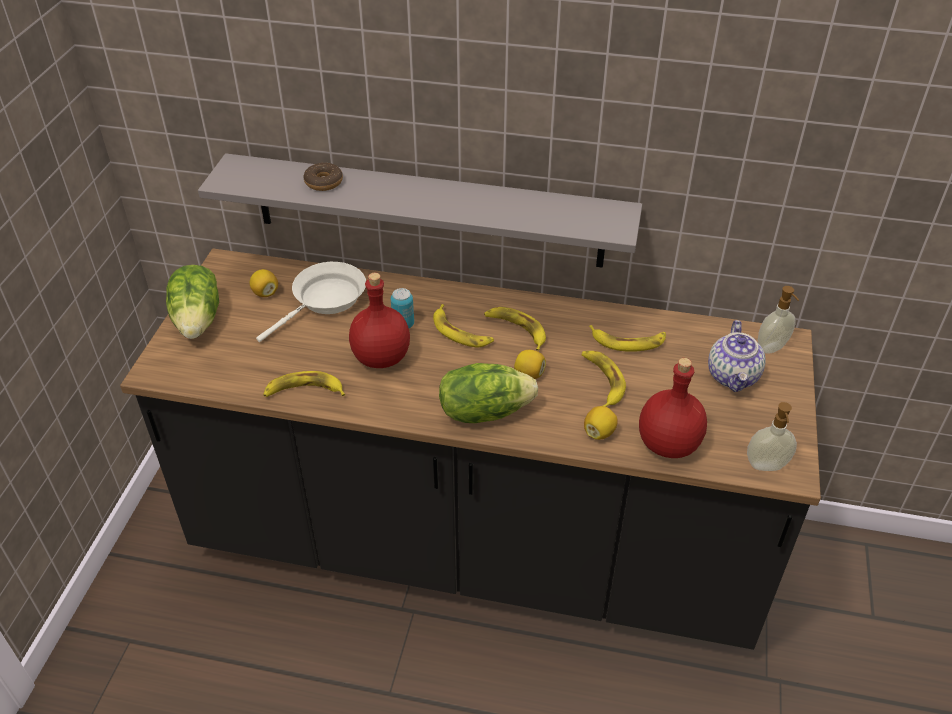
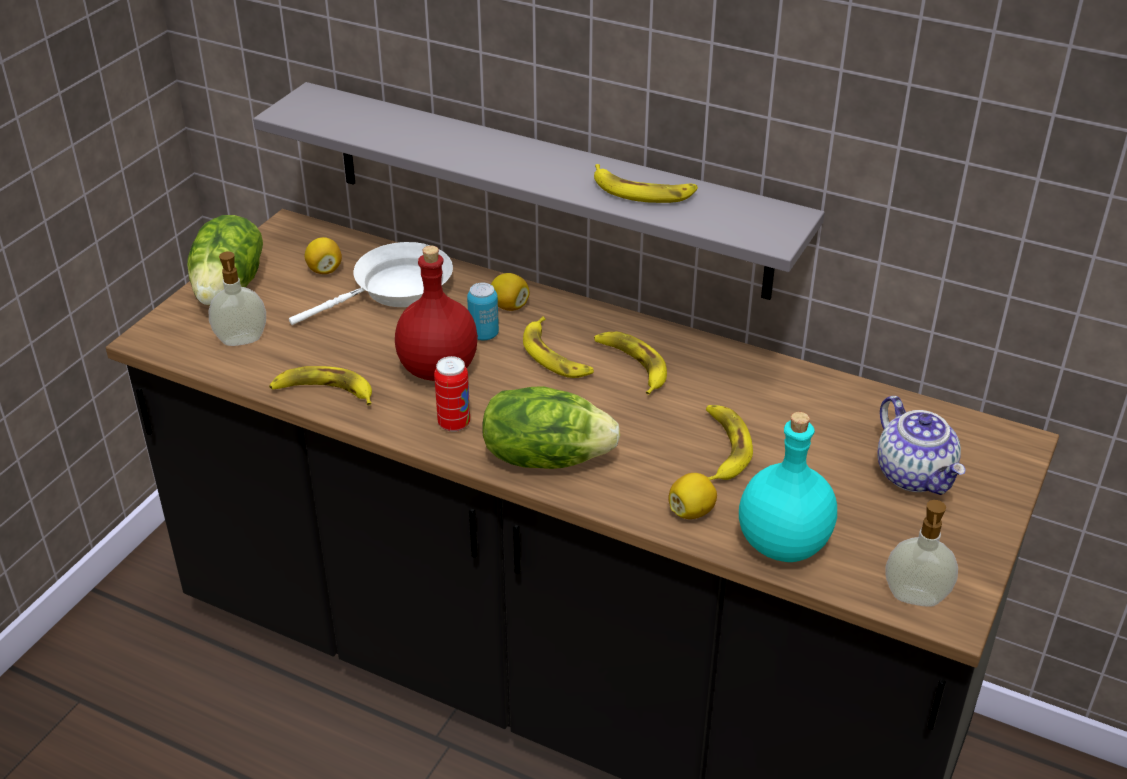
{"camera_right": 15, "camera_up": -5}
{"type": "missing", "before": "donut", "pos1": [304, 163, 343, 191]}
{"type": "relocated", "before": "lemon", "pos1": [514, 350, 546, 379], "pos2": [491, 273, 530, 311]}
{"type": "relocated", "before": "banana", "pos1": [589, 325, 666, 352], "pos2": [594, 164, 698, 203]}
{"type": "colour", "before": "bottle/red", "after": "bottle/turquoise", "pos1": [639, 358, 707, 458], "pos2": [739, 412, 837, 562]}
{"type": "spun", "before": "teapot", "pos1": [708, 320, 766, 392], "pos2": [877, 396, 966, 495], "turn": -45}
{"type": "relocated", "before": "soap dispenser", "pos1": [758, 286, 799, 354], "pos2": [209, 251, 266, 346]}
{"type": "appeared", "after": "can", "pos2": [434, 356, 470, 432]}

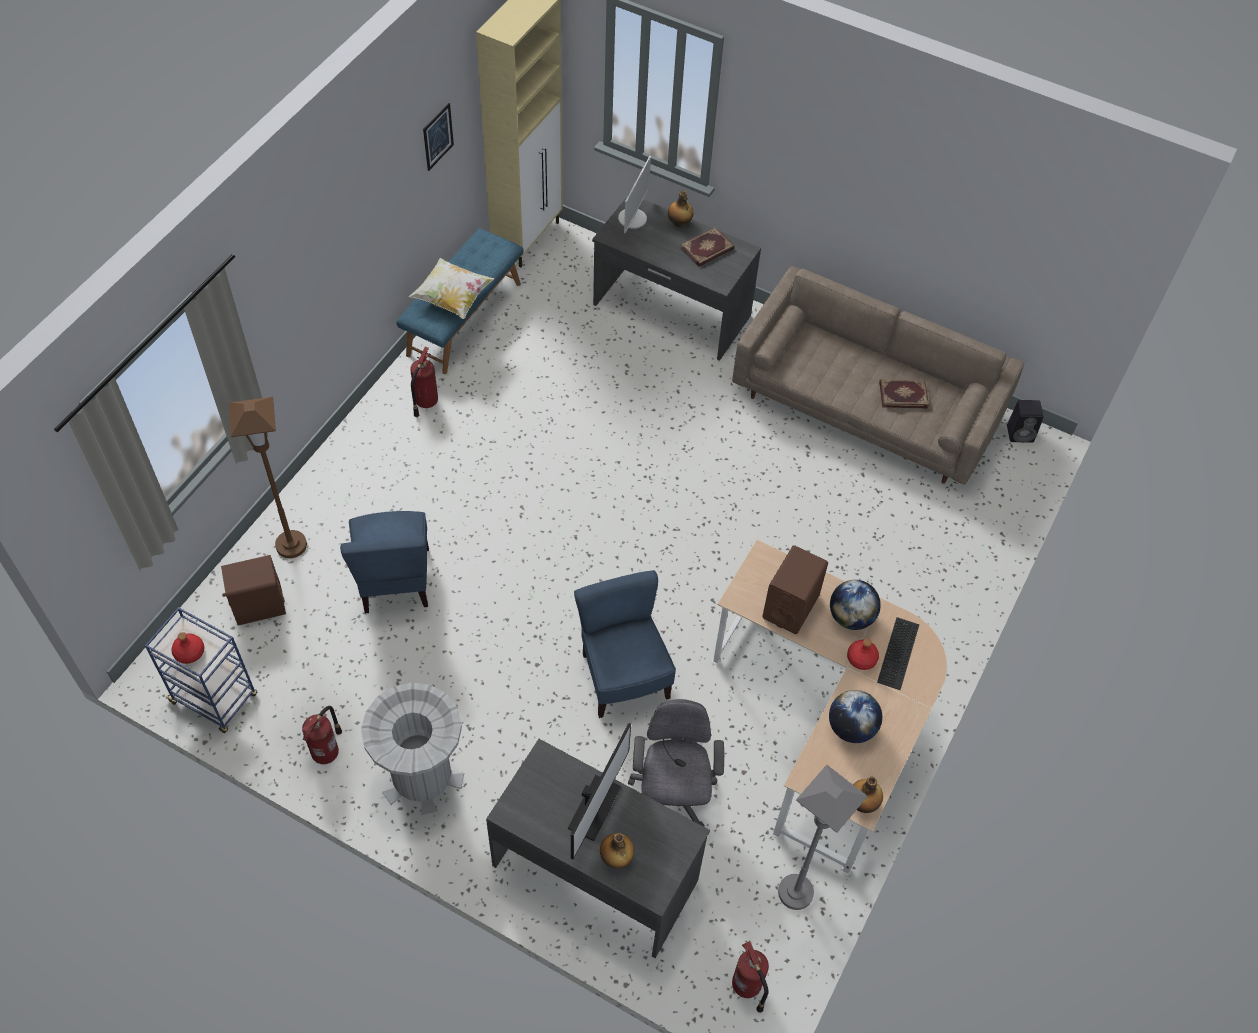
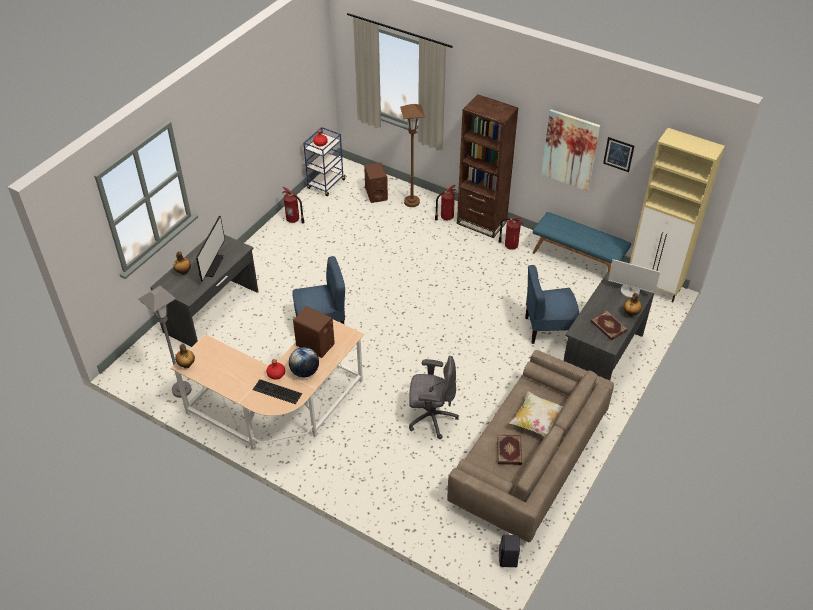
{"camera_right": 95, "camera_up": -10}
{"type": "relocated", "before": "chair/blue", "pos1": [340, 511, 429, 613], "pos2": [525, 265, 579, 344]}
{"type": "missing", "before": "trash can/grey", "pos1": [361, 682, 464, 816]}
{"type": "relocated", "before": "pillow", "pos1": [409, 258, 494, 319], "pos2": [509, 391, 563, 437]}
{"type": "spun", "before": "monitor", "pos1": [568, 723, 631, 860], "pos2": [196, 215, 225, 281], "turn": -105}
{"type": "relocated", "before": "office chair/grey", "pos1": [628, 699, 724, 827], "pos2": [409, 356, 459, 439]}
{"type": "relocated", "before": "fire extinguisher", "pos1": [732, 941, 769, 1013], "pos2": [435, 185, 456, 221]}
{"type": "missing", "before": "globe", "pos1": [829, 690, 882, 743]}
{"type": "appeared", "after": "bookcase/brown", "pos2": [457, 95, 519, 238]}
{"type": "appeared", "after": "picture", "pos2": [541, 109, 600, 191]}

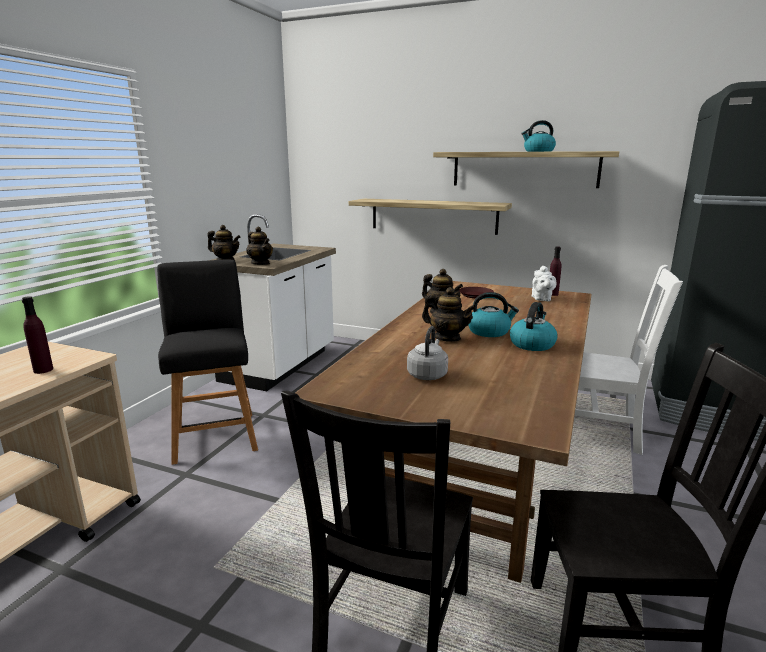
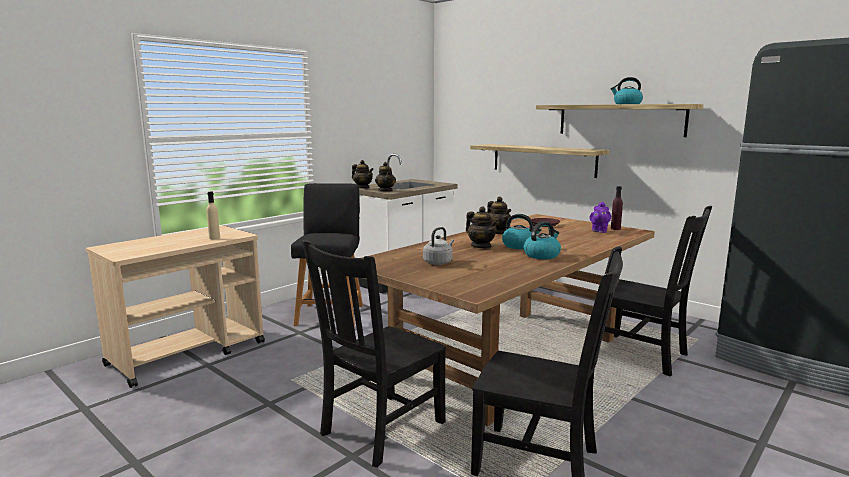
{"camera_right": 20, "camera_up": -5}
{"type": "colour", "before": "bottle/purple", "after": "bottle/beige", "pos1": [22, 296, 53, 374], "pos2": [207, 192, 220, 239]}
{"type": "colour", "before": "teapot/white", "after": "teapot/purple", "pos1": [532, 265, 557, 301], "pos2": [590, 202, 611, 233]}
{"type": "colour", "before": "chair/white", "after": "chair/black", "pos1": [575, 265, 683, 455], "pos2": [596, 206, 712, 377]}

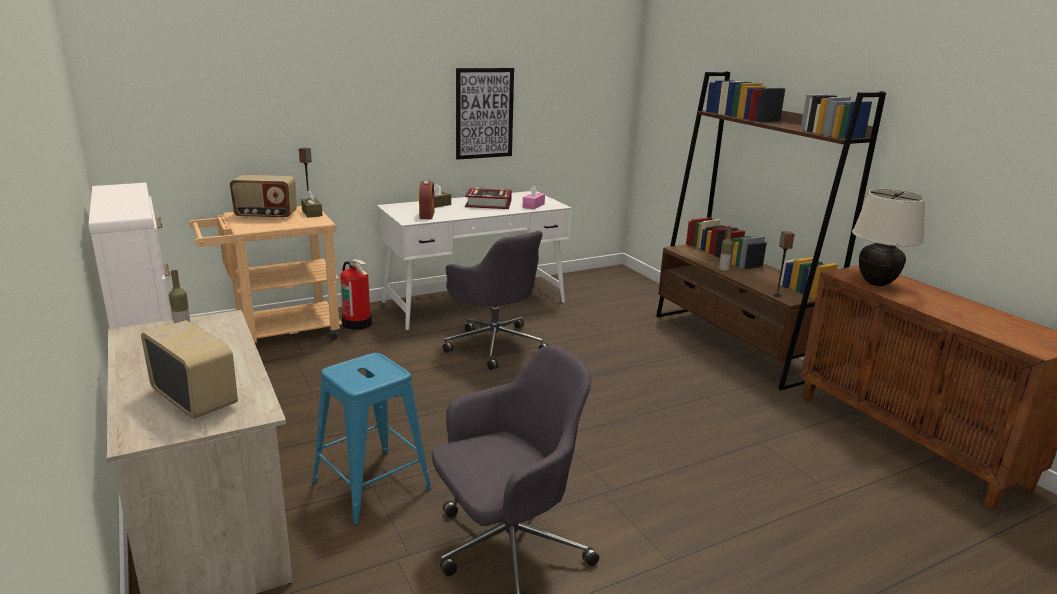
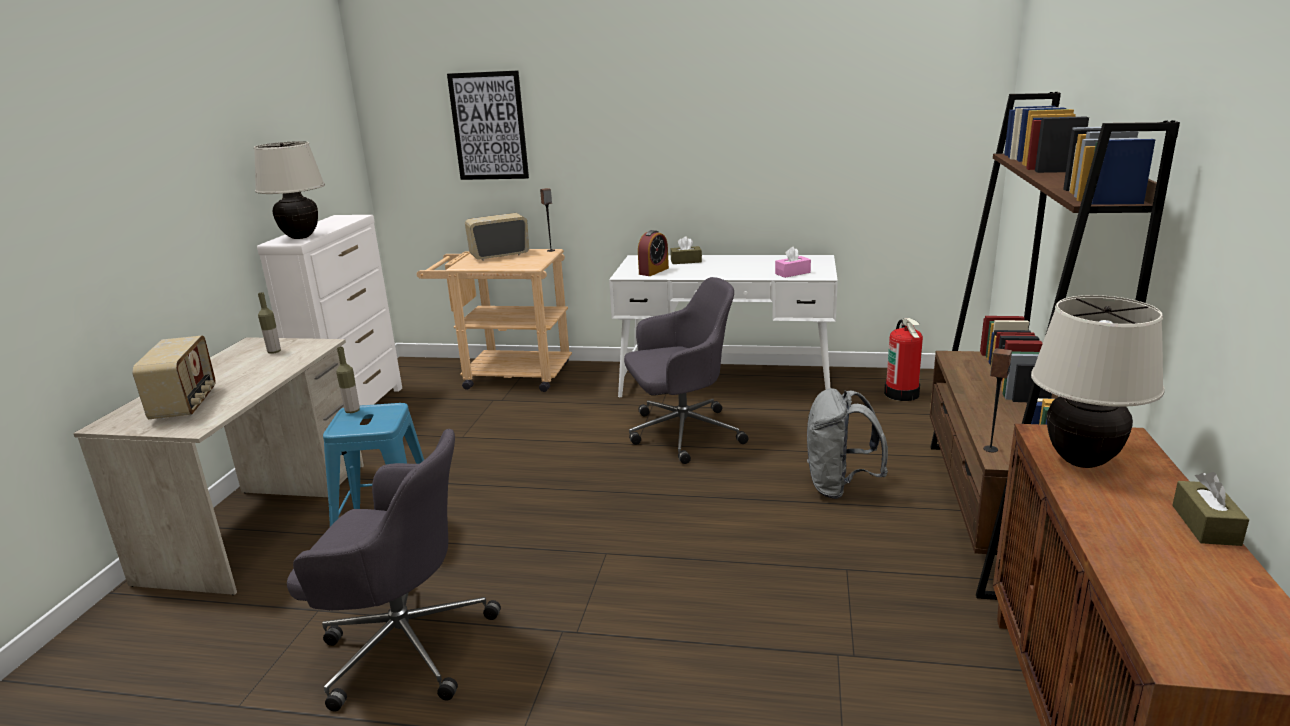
{"camera_right": 40, "camera_up": 0}
{"type": "spun", "before": "radio", "pos1": [230, 175, 297, 219], "pos2": [465, 213, 529, 261], "turn": 120}
{"type": "relocated", "before": "tissue box/brown", "pos1": [301, 190, 323, 217], "pos2": [1172, 472, 1249, 546]}
{"type": "relocated", "before": "fire extinguisher", "pos1": [340, 259, 372, 330], "pos2": [884, 318, 923, 401]}
{"type": "spun", "before": "office chair/grey", "pos1": [443, 230, 549, 370], "pos2": [624, 277, 749, 464], "turn": -105}
{"type": "relocated", "before": "picture", "pos1": [456, 68, 514, 160], "pos2": [447, 70, 529, 180]}
{"type": "missing", "before": "book", "pos1": [465, 188, 512, 209]}
{"type": "relocated", "before": "bottle", "pos1": [719, 227, 733, 272], "pos2": [336, 347, 360, 413]}
{"type": "appeared", "after": "table lamp/beige", "pos2": [254, 141, 325, 239]}
{"type": "appeared", "after": "backpack/grey", "pos2": [807, 388, 888, 499]}

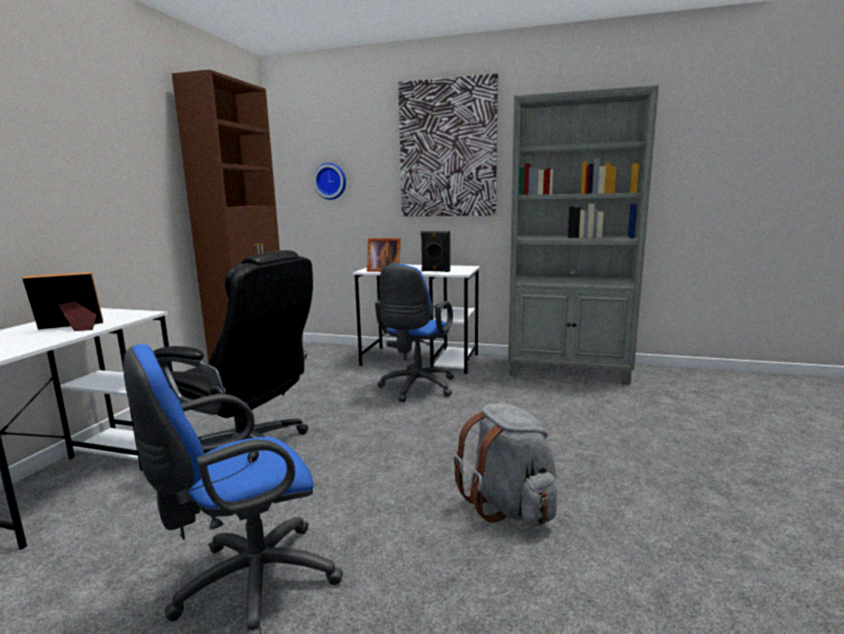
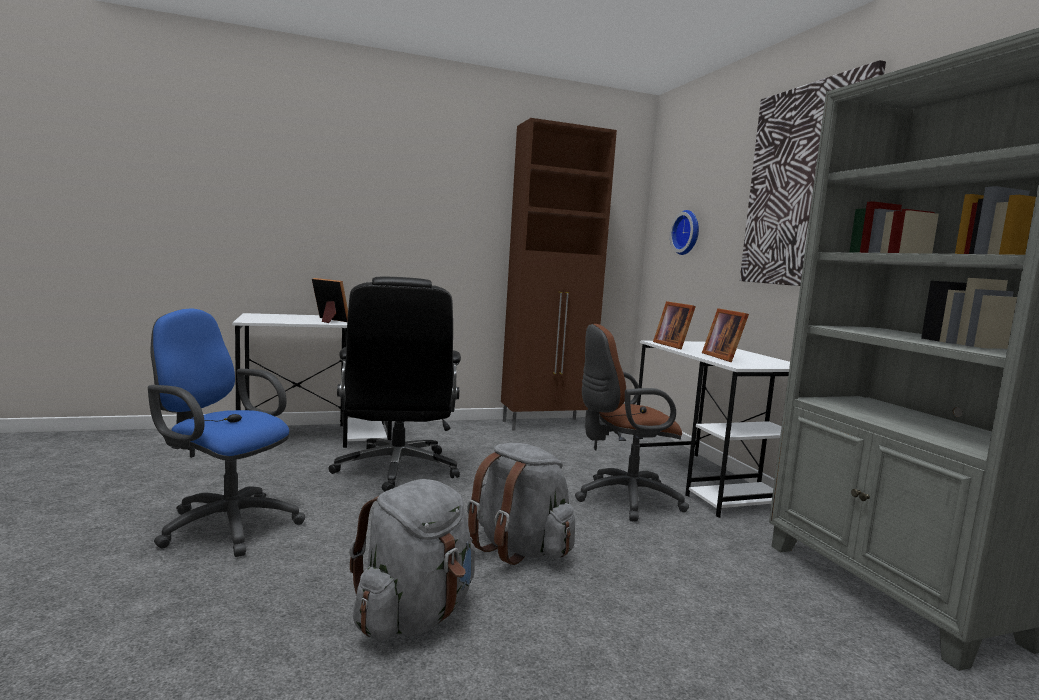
{"camera_right": 55, "camera_up": -5}
{"type": "colour", "before": "office chair/blue", "after": "office chair/brown", "pos1": [375, 263, 454, 402], "pos2": [575, 324, 689, 522]}
{"type": "exchanged", "before": "speaker/black", "after": "picture frame", "pos1": [421, 231, 450, 272], "pos2": [702, 308, 749, 362]}
{"type": "appeared", "after": "backpack/grey", "pos2": [467, 443, 575, 565]}

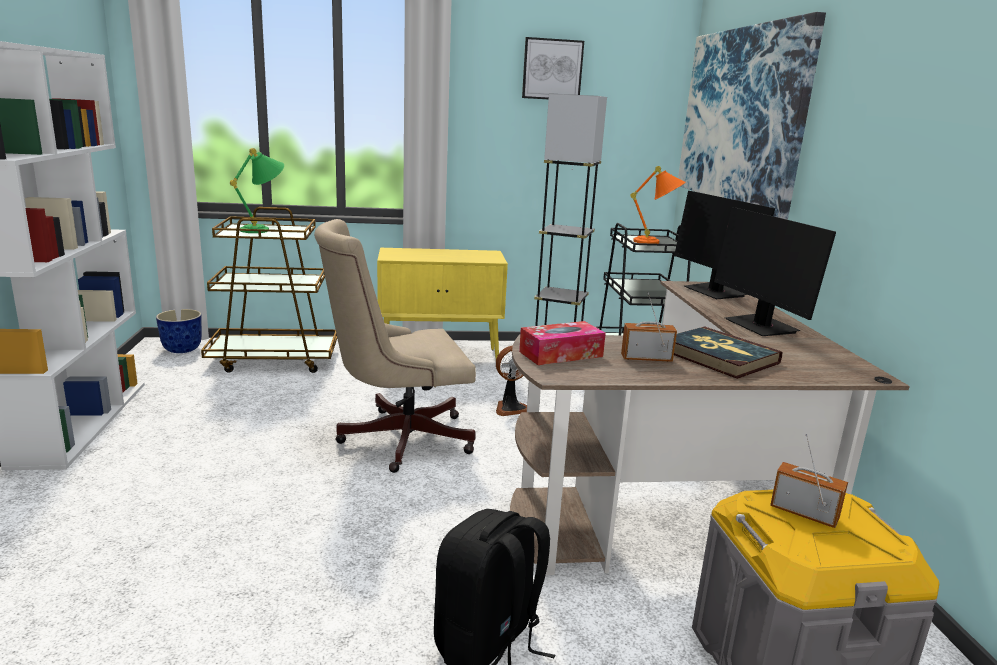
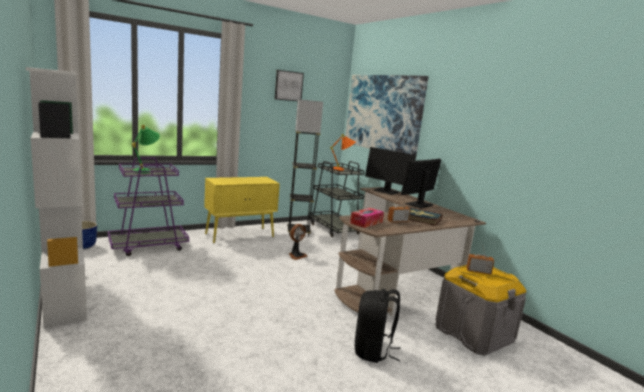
{"camera_right": -25, "camera_up": -5}
{"type": "colour", "before": "cart/brown", "after": "cart/purple", "pos1": [201, 207, 337, 373], "pos2": [108, 157, 189, 256]}
{"type": "missing", "before": "office chair/beige", "pos1": [314, 219, 476, 473]}
{"type": "spun", "before": "monitor", "pos1": [714, 207, 836, 336], "pos2": [401, 159, 441, 209], "turn": 90}

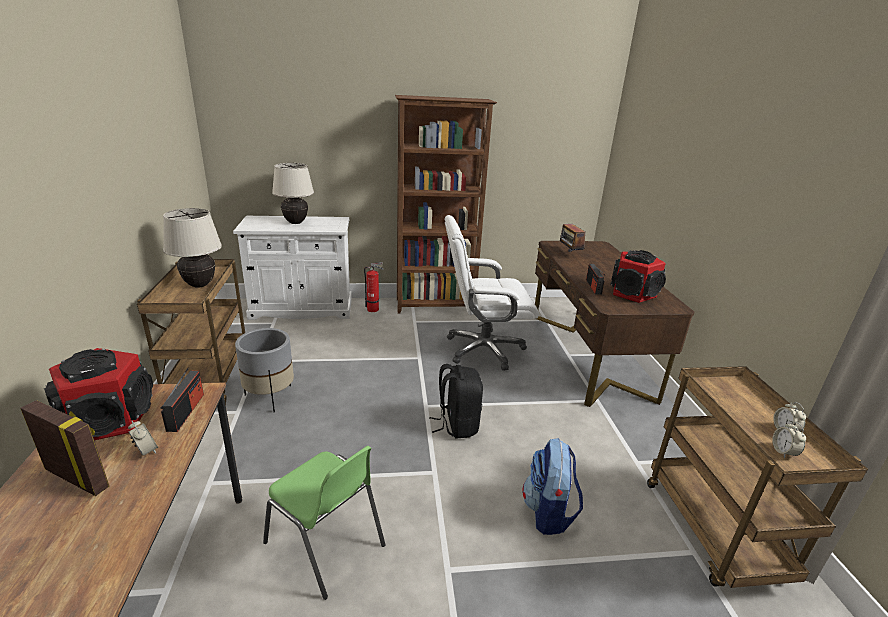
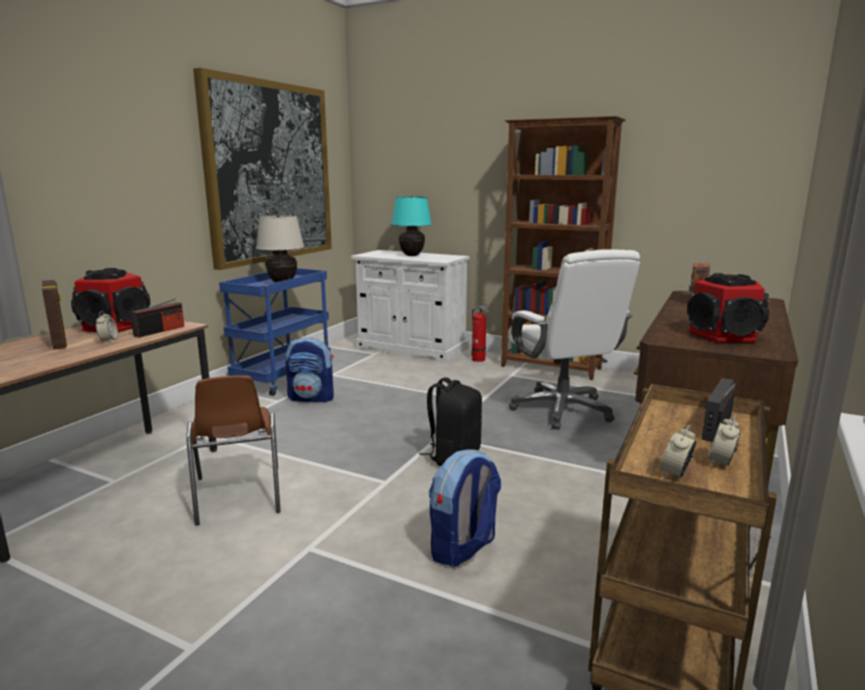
{"camera_right": 35, "camera_up": -10}
{"type": "colour", "before": "cart/brown", "after": "cart/blue", "pos1": [137, 259, 245, 405], "pos2": [219, 268, 330, 396]}
{"type": "exchanged", "before": "planter/grey", "after": "backpack", "pos1": [235, 328, 294, 413], "pos2": [286, 337, 334, 403]}
{"type": "colour", "before": "chair/green", "after": "chair/brown", "pos1": [263, 446, 386, 600], "pos2": [186, 375, 281, 526]}
{"type": "colour", "before": "table lamp/beige", "after": "table lamp/turquoise", "pos1": [272, 163, 314, 224], "pos2": [391, 196, 432, 256]}
{"type": "spun", "before": "office chair/white", "pos1": [445, 215, 539, 371], "pos2": [508, 249, 640, 430], "turn": -135}
{"type": "relocated", "before": "radio", "pos1": [586, 264, 605, 295], "pos2": [701, 378, 736, 442]}
{"type": "appeared", "after": "picture", "pos2": [193, 68, 332, 270]}

